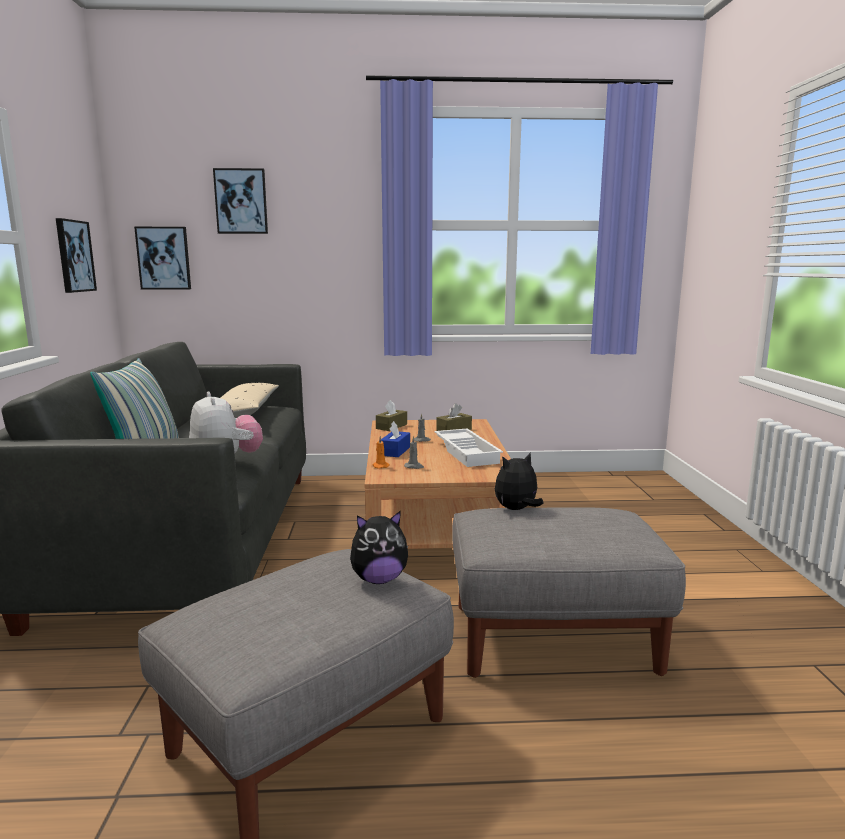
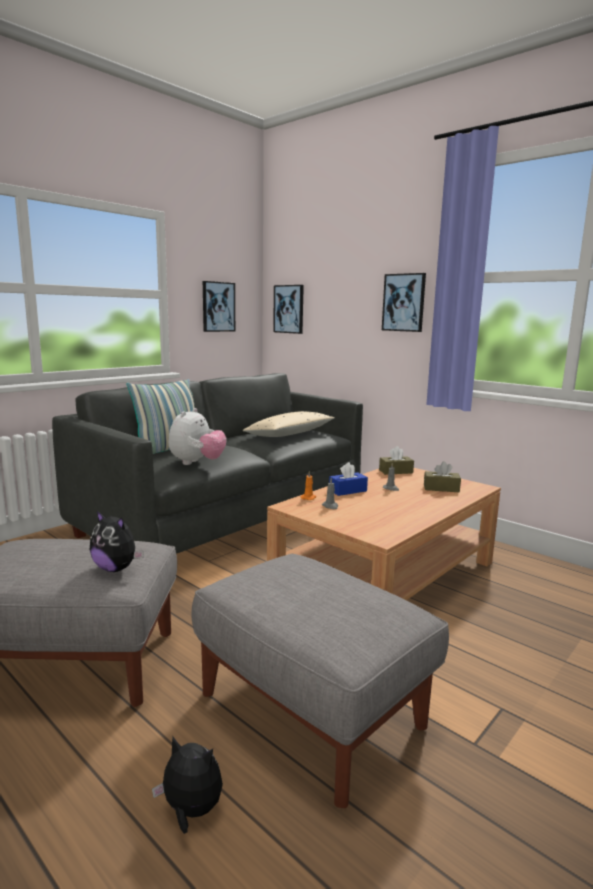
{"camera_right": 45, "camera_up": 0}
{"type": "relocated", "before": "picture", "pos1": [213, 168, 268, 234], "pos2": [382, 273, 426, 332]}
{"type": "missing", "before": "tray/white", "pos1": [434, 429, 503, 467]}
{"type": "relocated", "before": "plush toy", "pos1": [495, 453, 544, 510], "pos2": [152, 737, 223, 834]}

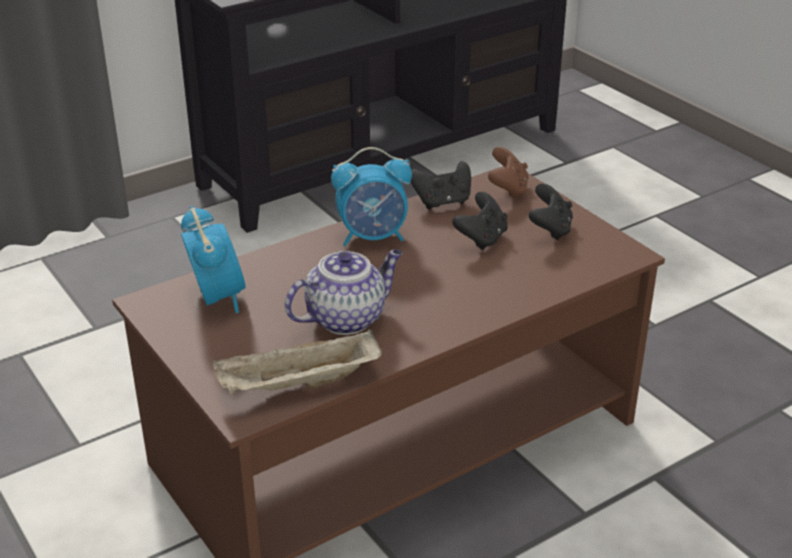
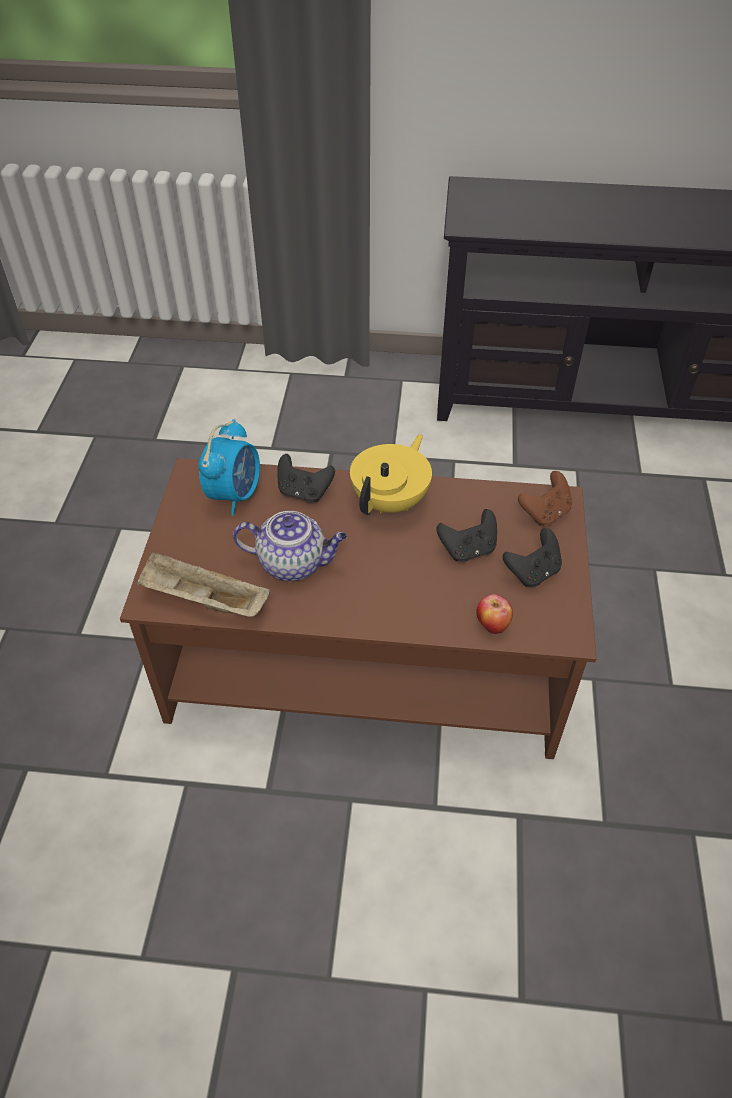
{"camera_right": 40, "camera_up": 15}
{"type": "exchanged", "before": "alarm clock", "after": "teapot/yellow", "pos1": [331, 147, 412, 246], "pos2": [350, 434, 432, 515]}
{"type": "relocated", "before": "game controller/black", "pos1": [410, 161, 471, 210], "pos2": [277, 454, 335, 502]}
{"type": "appeared", "after": "apple", "pos2": [476, 594, 513, 634]}

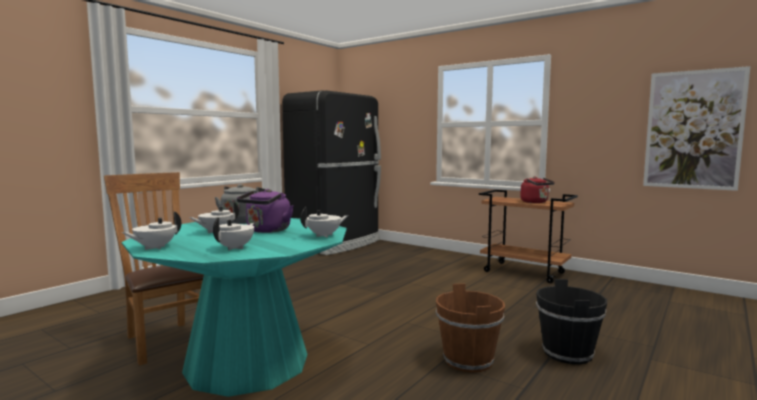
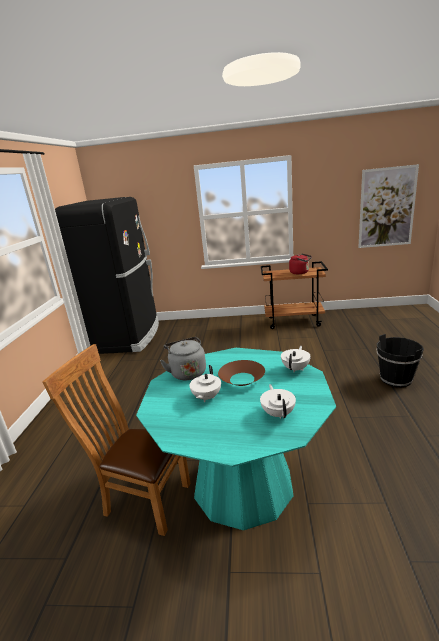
{"camera_right": -30, "camera_up": 15}
{"type": "missing", "before": "teapot/white", "pos1": [121, 211, 181, 250]}
{"type": "exchanged", "before": "kettle/purple", "after": "bowl/brown", "pos1": [237, 189, 293, 233], "pos2": [218, 360, 265, 386]}
{"type": "missing", "before": "bucket/brown", "pos1": [436, 283, 505, 373]}

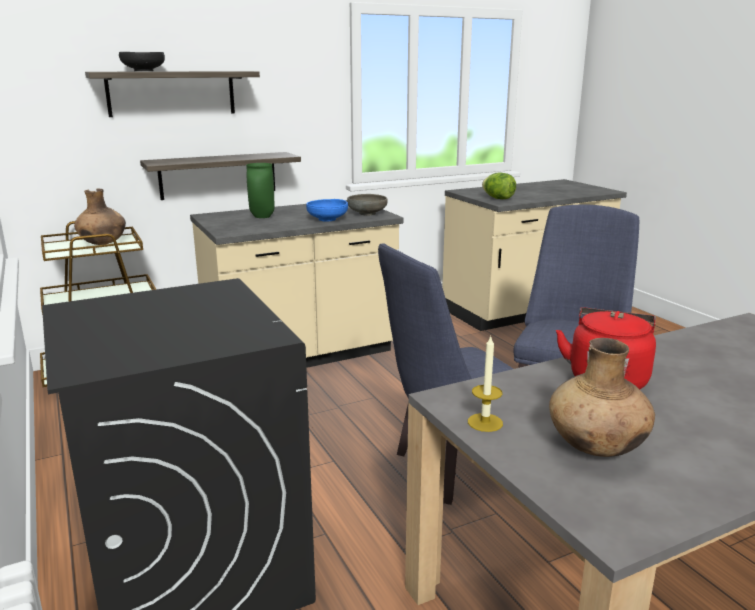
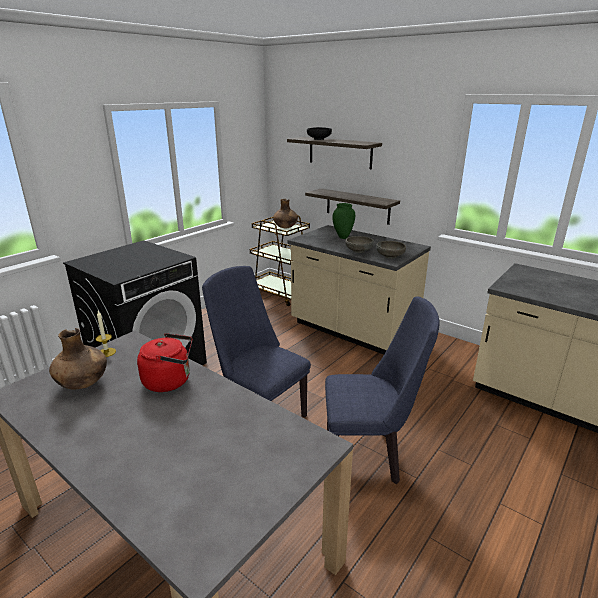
{"camera_right": 65, "camera_up": 5}
{"type": "colour", "before": "bowl/blue", "after": "bowl/grey", "pos1": [306, 199, 348, 222], "pos2": [345, 236, 374, 253]}
{"type": "missing", "before": "lettuce", "pos1": [482, 173, 516, 199]}

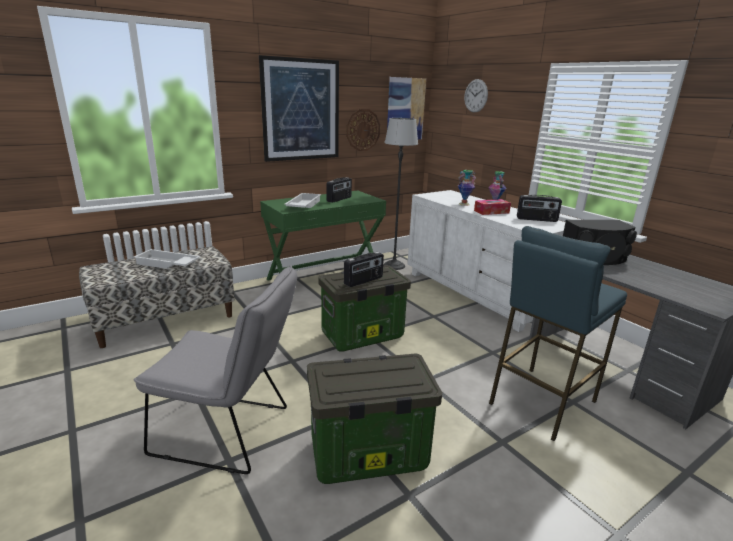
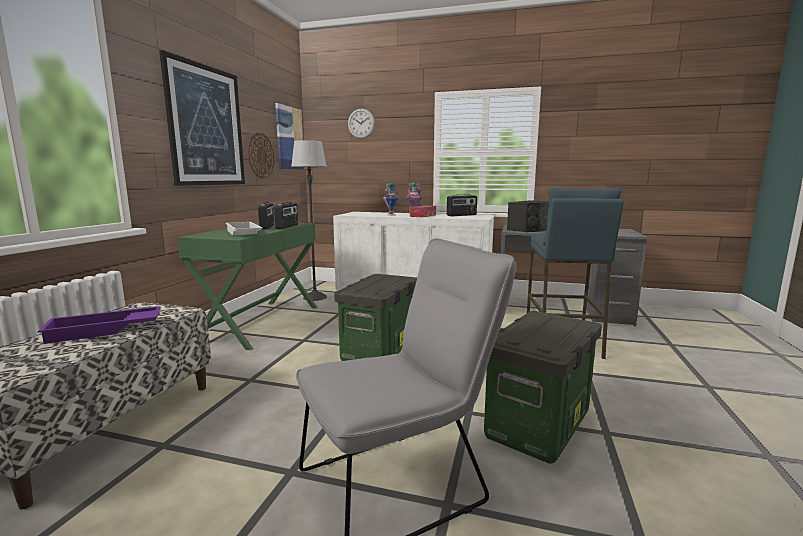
{"camera_right": -40, "camera_up": -10}
{"type": "colour", "before": "tray/white", "after": "tray/purple", "pos1": [133, 249, 201, 269], "pos2": [38, 306, 160, 344]}
{"type": "relocated", "before": "radio", "pos1": [344, 252, 384, 287], "pos2": [274, 202, 298, 229]}

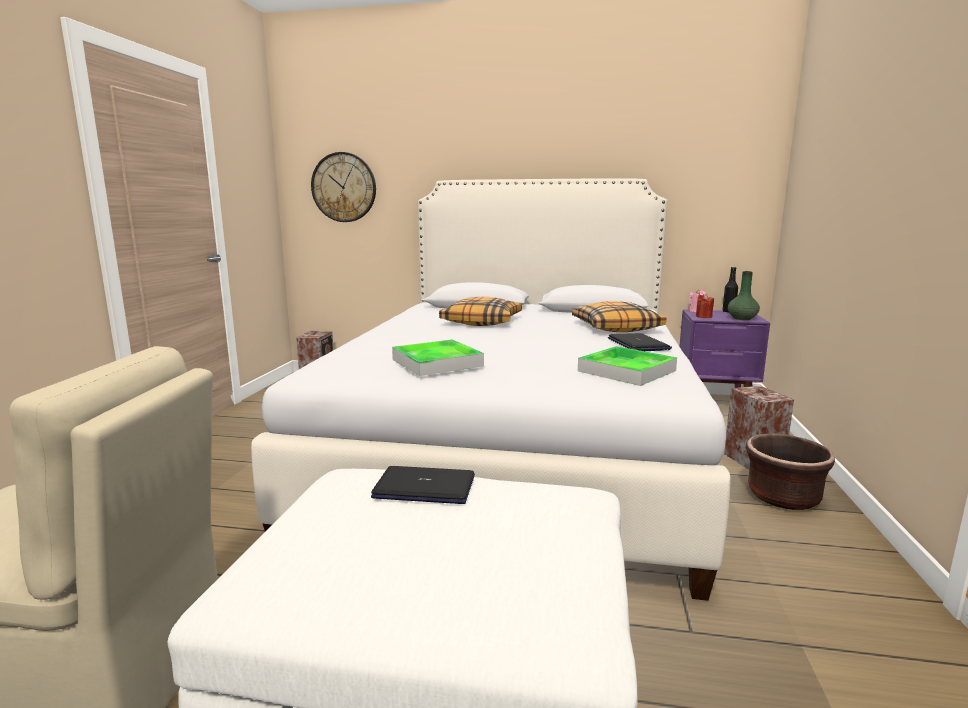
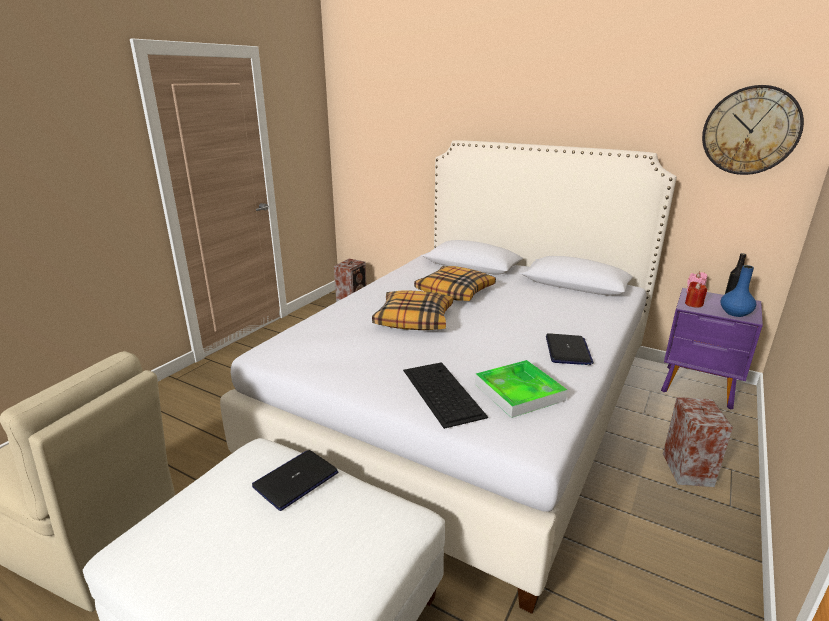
{"camera_right": 20, "camera_up": 10}
{"type": "relocated", "before": "wall clock", "pos1": [311, 152, 376, 222], "pos2": [702, 85, 804, 175]}
{"type": "spun", "before": "laptop", "pos1": [371, 466, 475, 504], "pos2": [252, 450, 338, 511], "turn": -75}
{"type": "missing", "before": "tray", "pos1": [392, 340, 484, 376]}
{"type": "relocated", "before": "pillow", "pos1": [572, 301, 667, 332], "pos2": [372, 290, 453, 330]}
{"type": "colour", "before": "vase/green", "after": "vase/blue", "pos1": [728, 271, 760, 320], "pos2": [721, 265, 756, 317]}
{"type": "missing", "before": "planter/brown", "pos1": [745, 433, 835, 510]}
{"type": "appeared", "after": "keyboard", "pos2": [403, 362, 488, 429]}

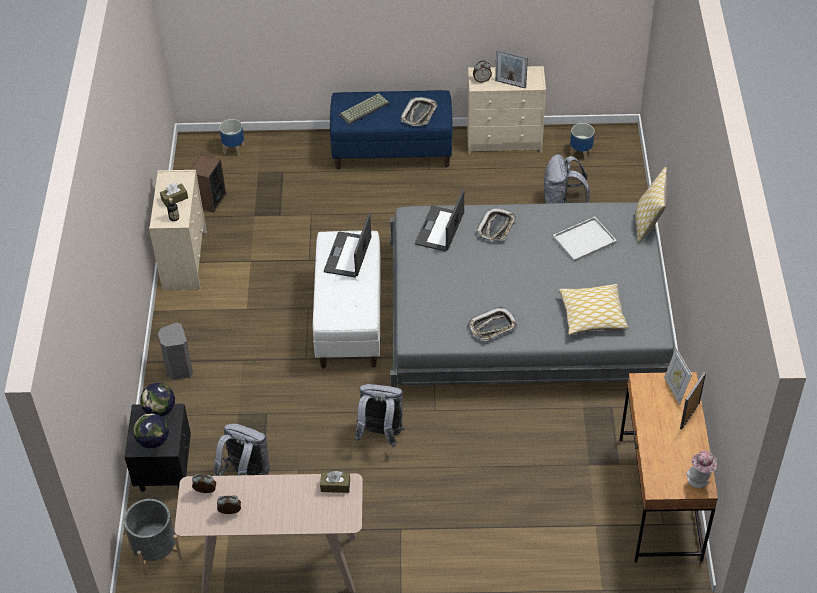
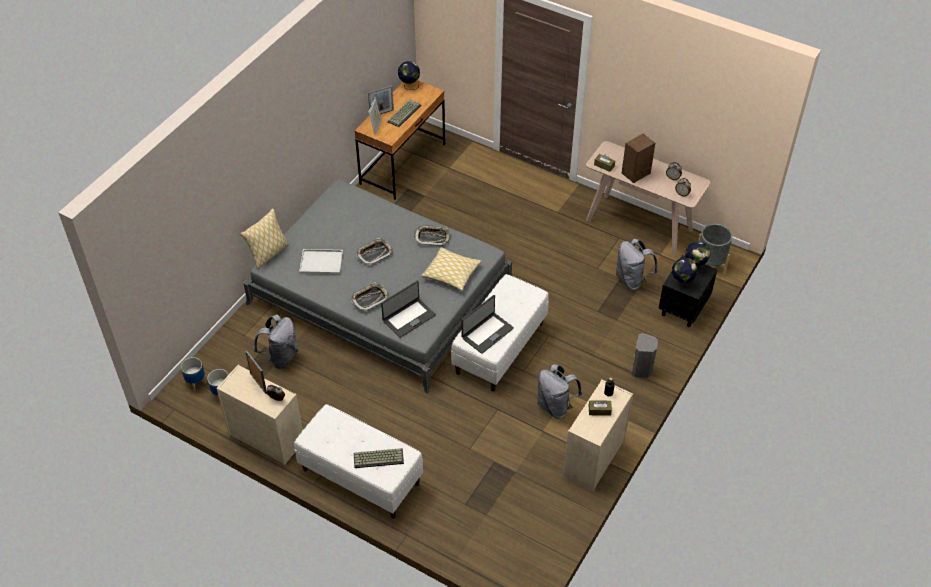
{"camera_right": -150, "camera_up": 0}
{"type": "relocated", "before": "speaker", "pos1": [190, 154, 226, 213], "pos2": [622, 134, 655, 183]}
{"type": "relocated", "before": "planter", "pos1": [219, 119, 245, 157], "pos2": [181, 357, 207, 391]}
{"type": "colour", "before": "bench/blue", "after": "bench/white", "pos1": [330, 90, 453, 169], "pos2": [294, 404, 423, 519]}
{"type": "relocated", "before": "backpack/grey", "pos1": [355, 384, 404, 447], "pos2": [537, 364, 582, 419]}
{"type": "relocated", "before": "tray", "pos1": [401, 97, 438, 126], "pos2": [356, 238, 393, 265]}
{"type": "relocated", "before": "pillow", "pos1": [559, 284, 628, 335], "pos2": [421, 247, 482, 291]}
{"type": "exchanged", "before": "hat", "after": "globe", "pos1": [686, 451, 717, 488], "pos2": [398, 61, 420, 90]}
{"type": "appeared", "after": "keyboard", "pos2": [387, 100, 421, 127]}

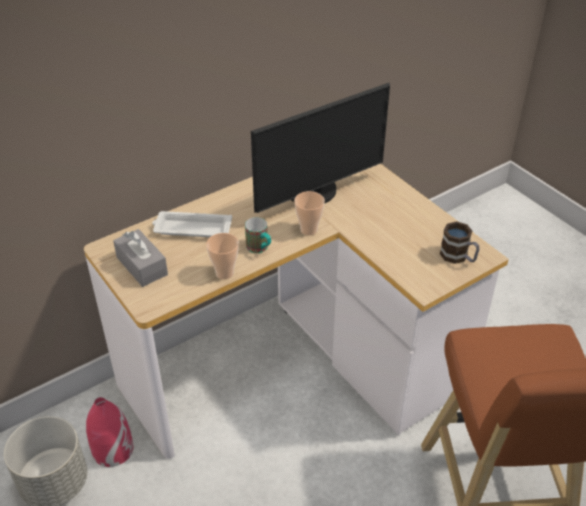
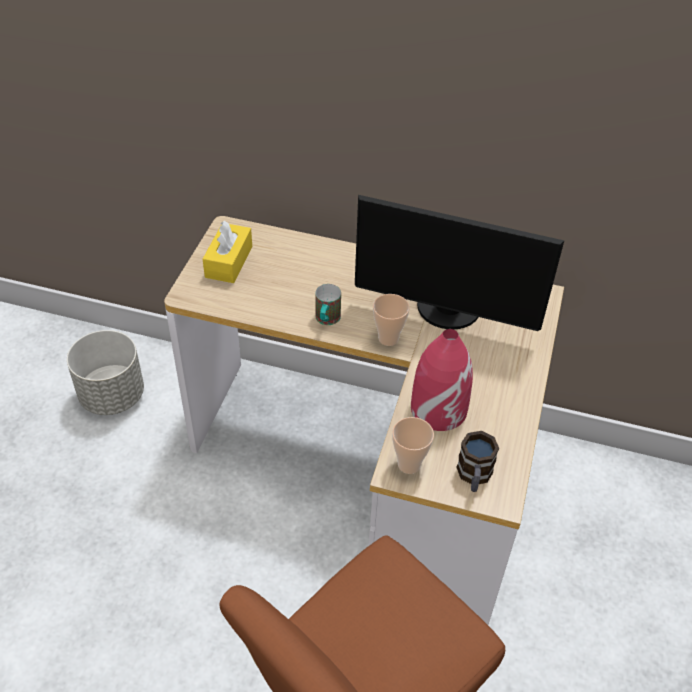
{"camera_right": 50, "camera_up": 5}
{"type": "relocated", "before": "vase/red", "pos1": [86, 397, 133, 467], "pos2": [411, 329, 473, 431]}
{"type": "colour", "before": "tissue box/grey", "after": "tissue box/yellow", "pos1": [113, 229, 168, 287], "pos2": [203, 221, 252, 283]}
{"type": "missing", "before": "tray/white", "pos1": [152, 211, 232, 237]}
{"type": "relocated", "before": "cup", "pos1": [206, 233, 239, 280], "pos2": [392, 417, 434, 474]}

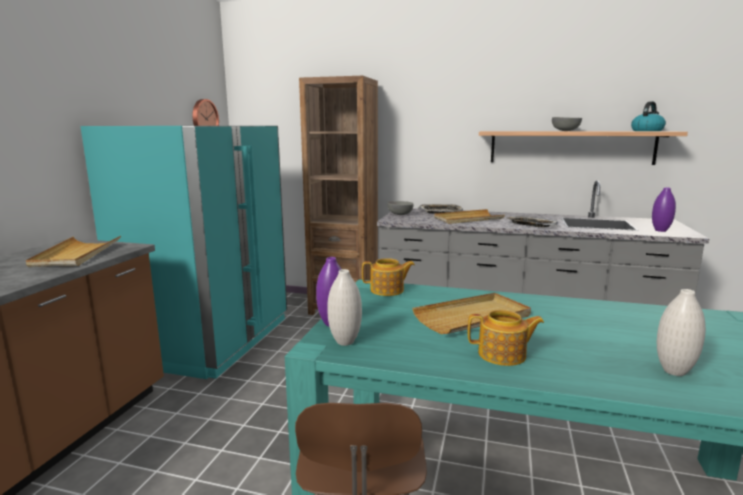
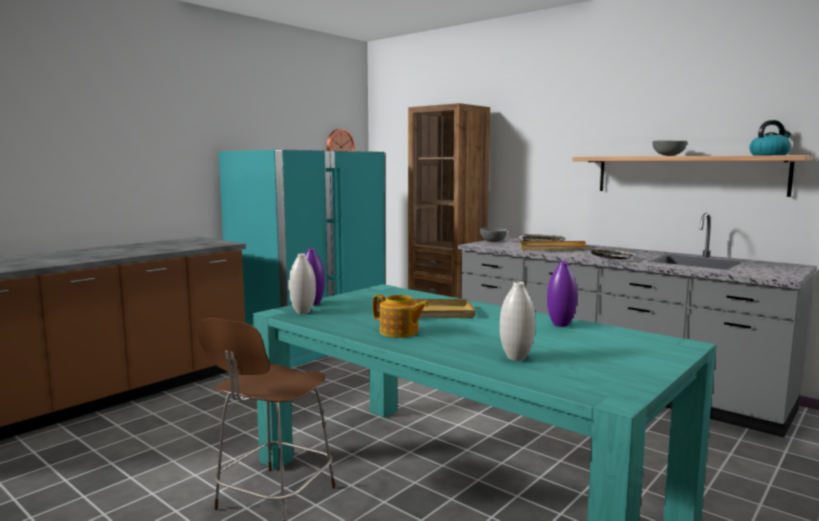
{"camera_right": 25, "camera_up": -5}
{"type": "missing", "before": "tray/beige", "pos1": [26, 236, 121, 267]}
{"type": "missing", "before": "teapot", "pos1": [362, 258, 415, 296]}
{"type": "relocated", "before": "vase/purple", "pos1": [652, 187, 676, 232], "pos2": [547, 261, 577, 327]}

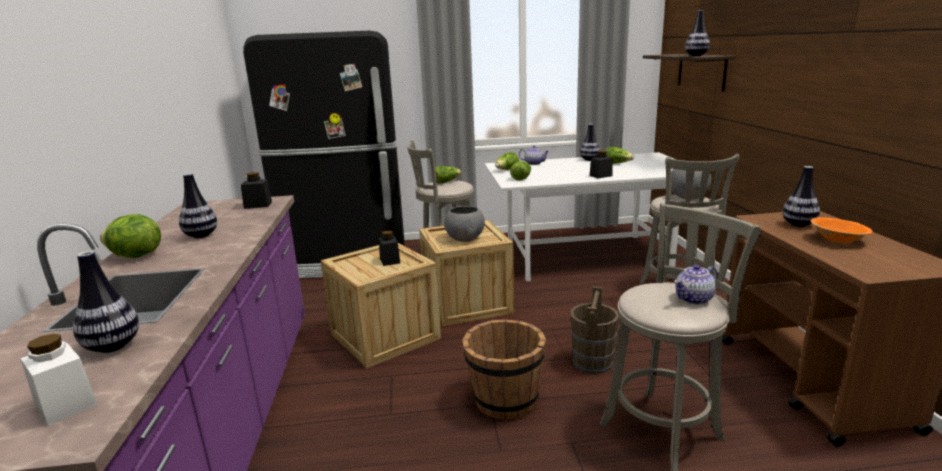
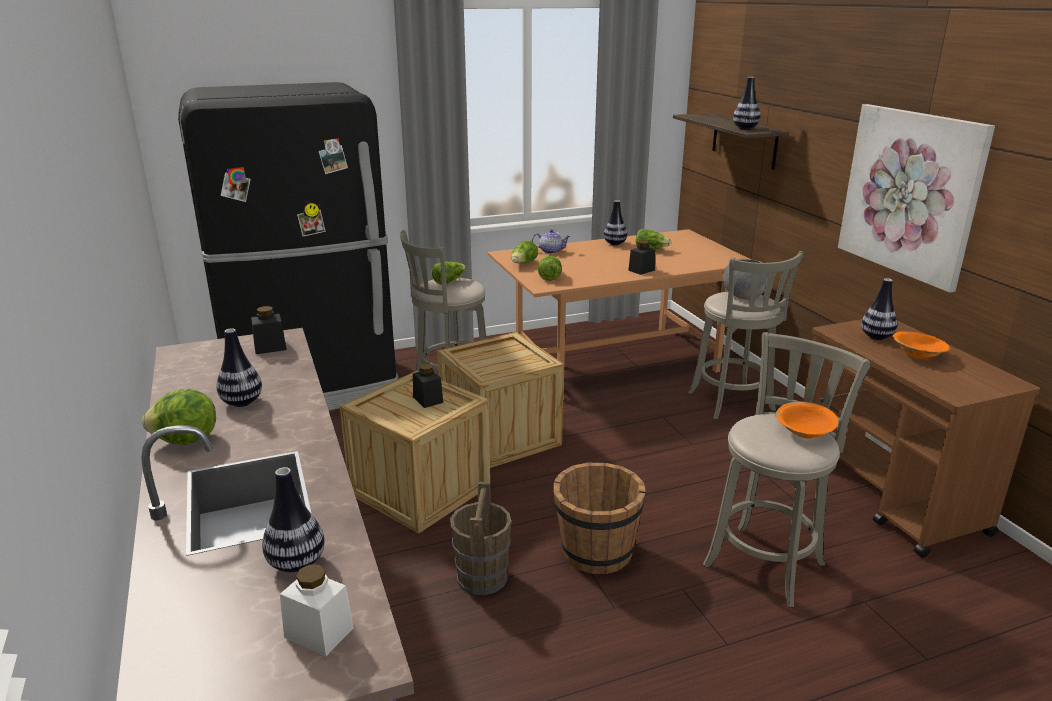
{"camera_right": -15, "camera_up": 5}
{"type": "missing", "before": "bowl/grey", "pos1": [444, 206, 485, 242]}
{"type": "colour", "before": "dining table/white", "after": "dining table/brown", "pos1": [485, 152, 711, 281], "pos2": [488, 229, 749, 400]}
{"type": "relocated", "before": "bucket/brown", "pos1": [570, 287, 619, 374], "pos2": [450, 482, 511, 595]}
{"type": "exchanged", "before": "teapot", "after": "bowl/orange", "pos1": [674, 265, 717, 305], "pos2": [776, 402, 839, 439]}
{"type": "appeared", "after": "picture", "pos2": [838, 104, 995, 293]}

